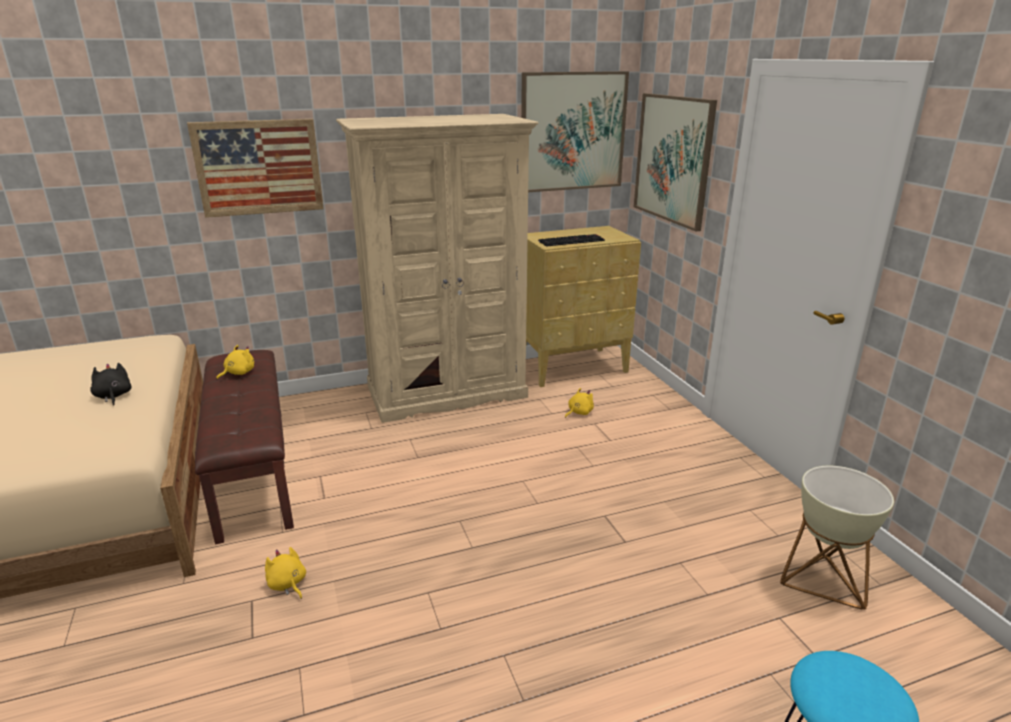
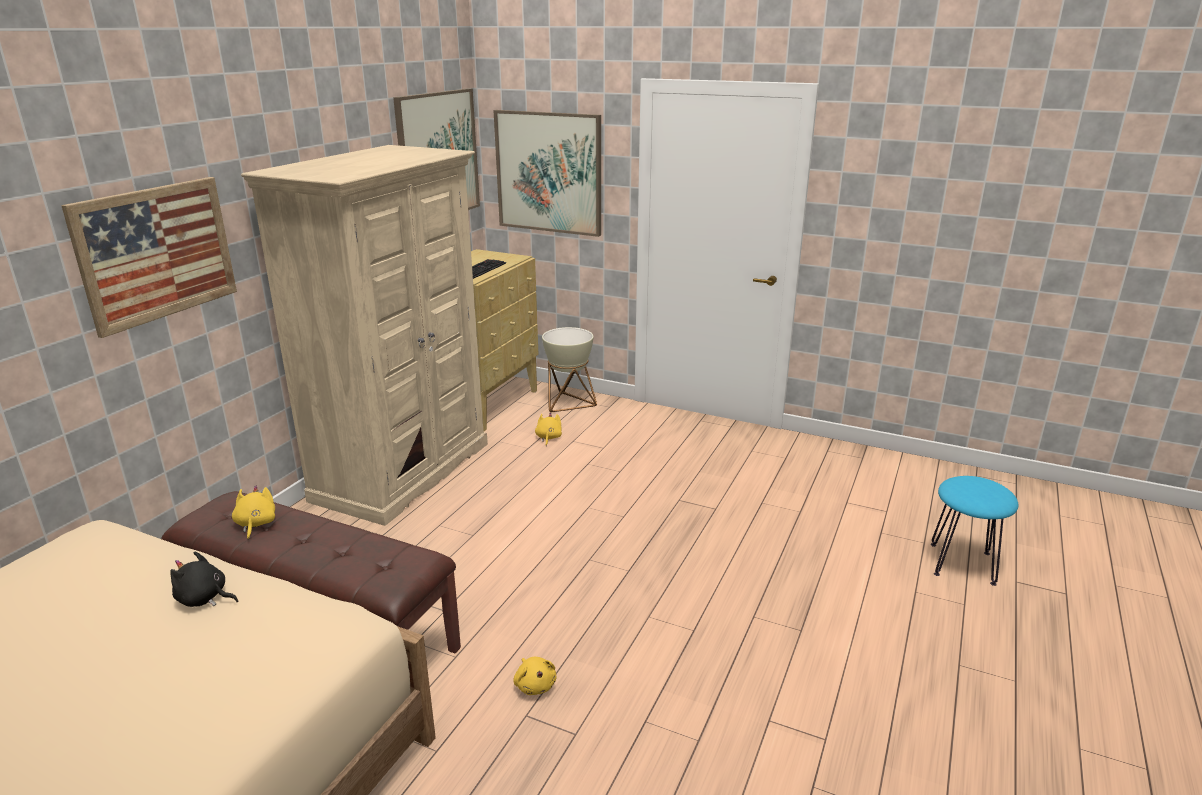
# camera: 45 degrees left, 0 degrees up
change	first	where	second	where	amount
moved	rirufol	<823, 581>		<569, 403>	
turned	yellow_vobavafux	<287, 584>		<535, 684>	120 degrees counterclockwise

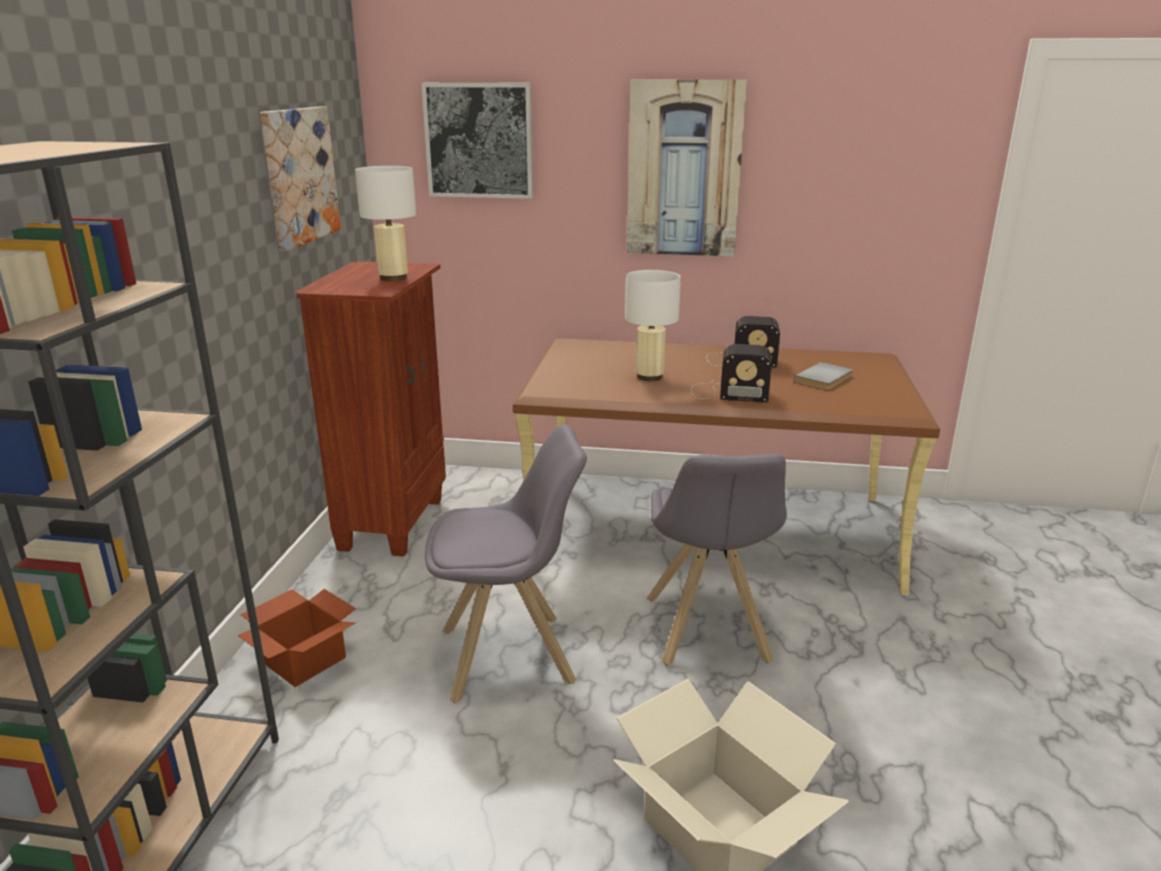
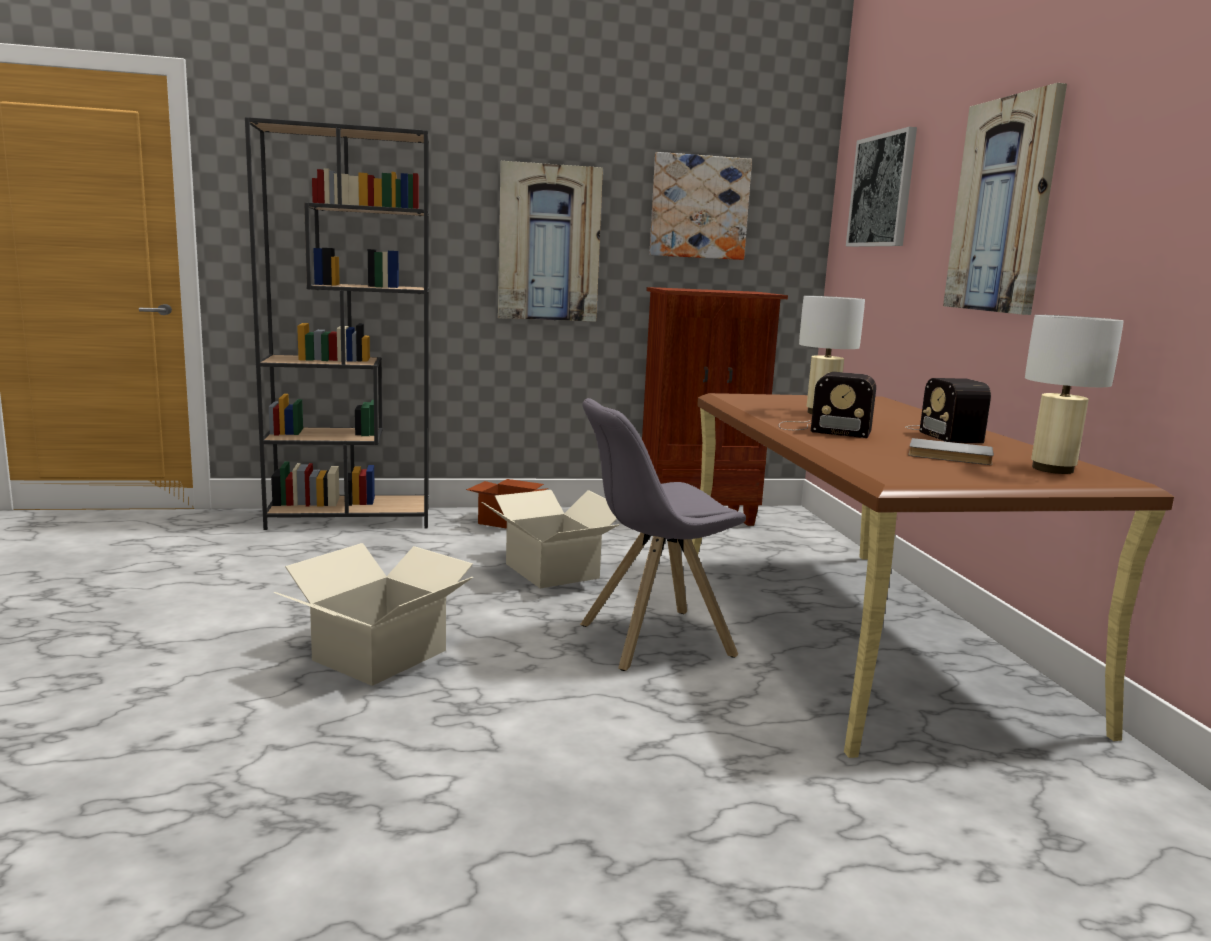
# camera: 70 degrees right, 10 degrees down
change	first	where	second	where	amount
moved	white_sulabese	<393, 278>		<1051, 469>	
turned	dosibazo	<726, 393>		<820, 429>	60 degrees counterclockwise
replaced	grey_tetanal	<508, 656>	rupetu	<551, 571>	
added			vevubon	<549, 243>	

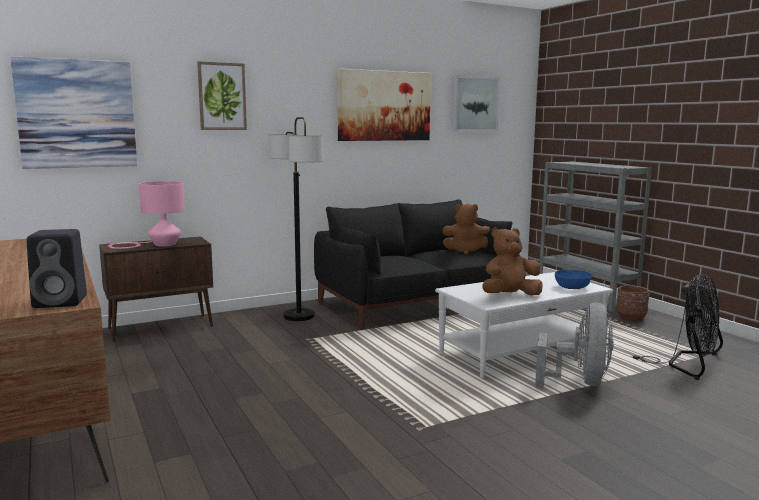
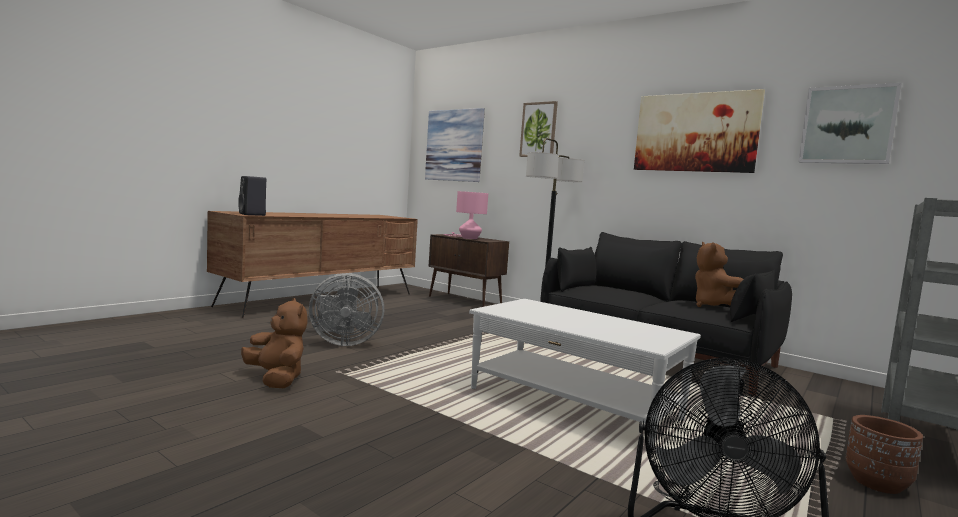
# camera: 65 degrees right, 5 degrees down
change	first	where	second	where	amount
moved	brown_vobavafux	<509, 296>		<276, 379>	
removed	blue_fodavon	<572, 287>			
moved	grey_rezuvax	<580, 382>		<343, 342>	

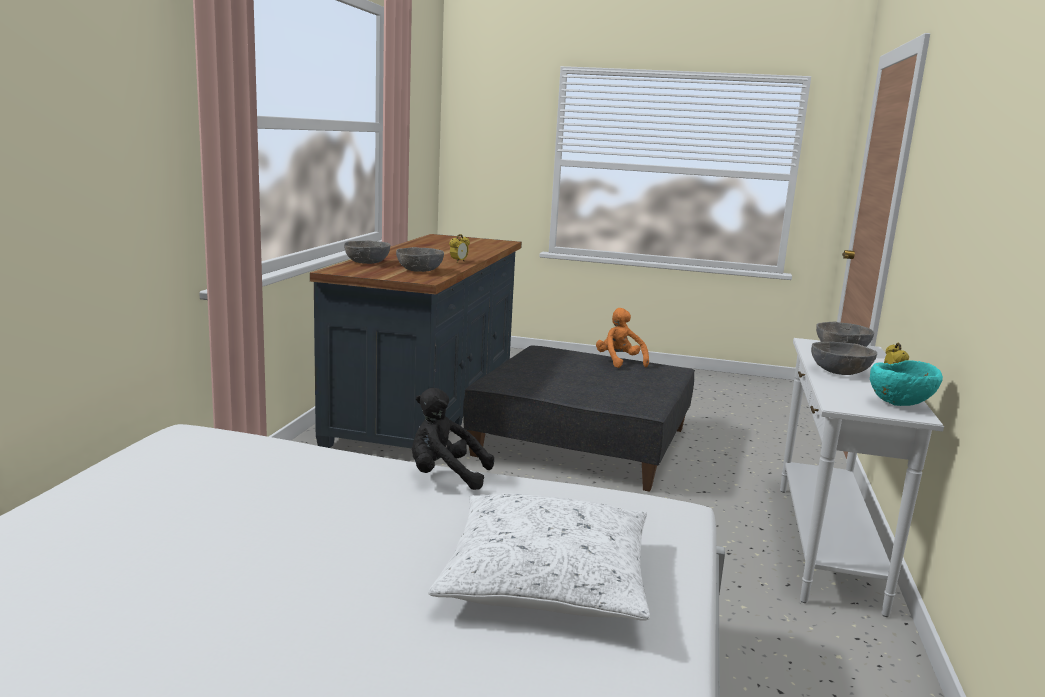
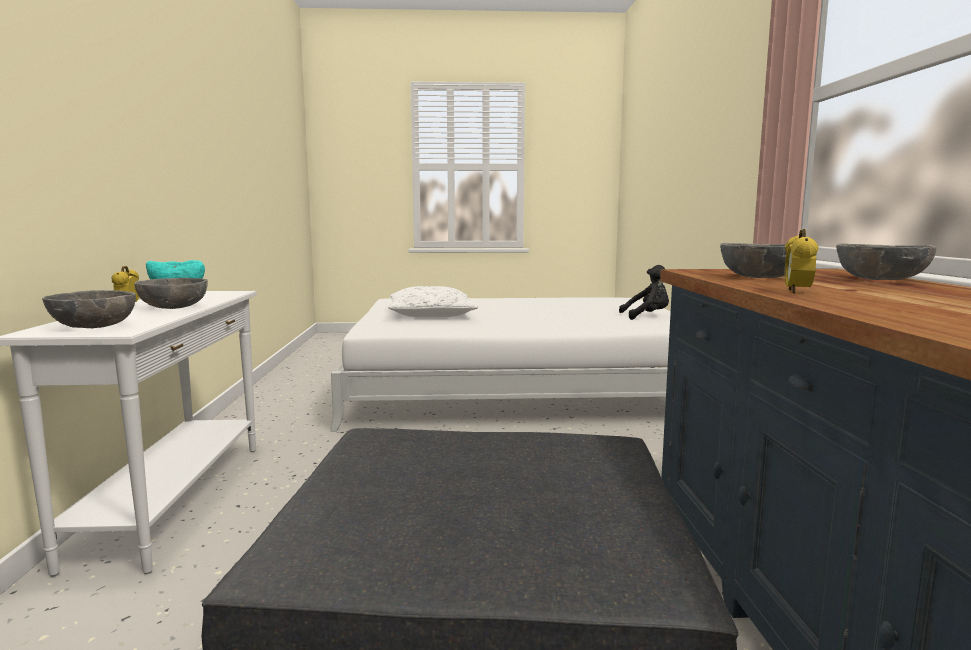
# camera: 165 degrees right, 5 degrees down
change	first	where	second	where	amount
removed	orange_vobavafux	<619, 362>			
moved	black_vobavafux	<445, 476>		<647, 316>	

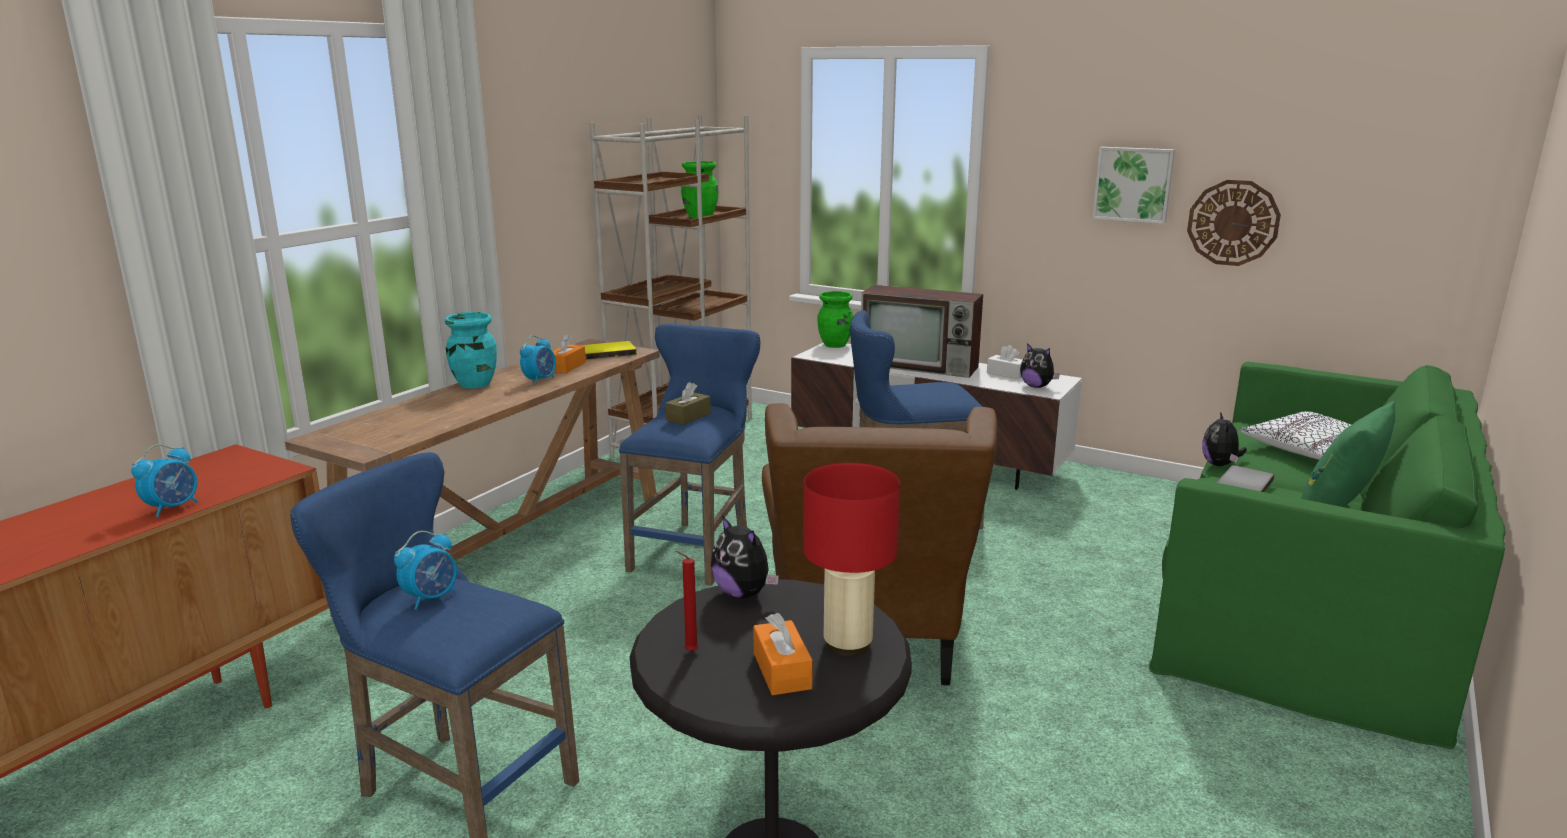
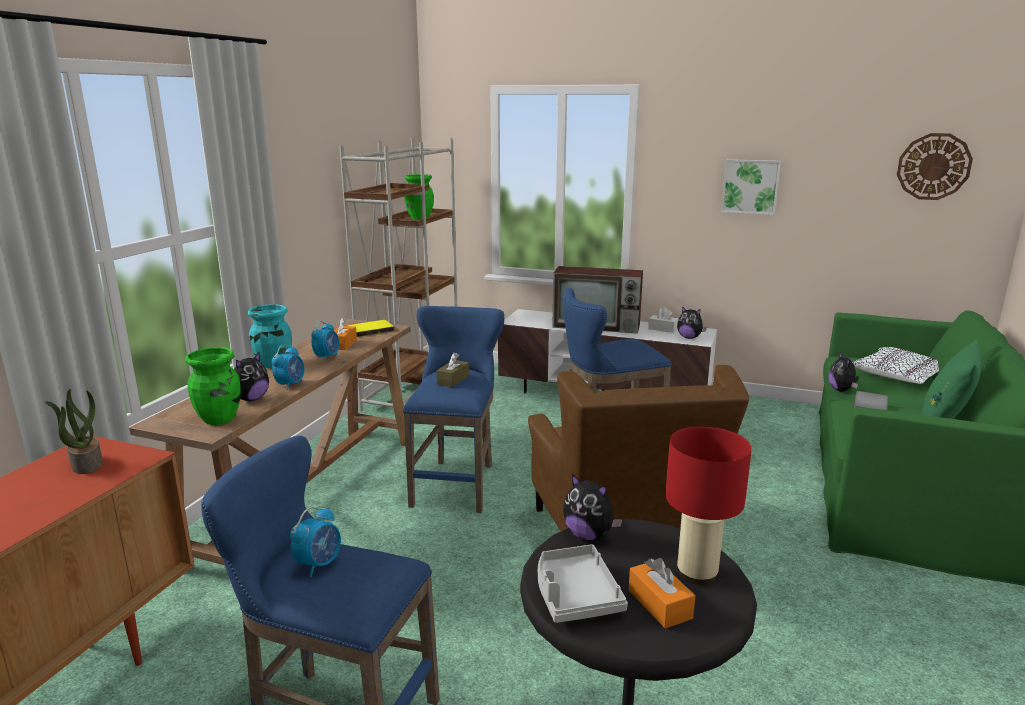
# camera: 10 degrees left, 0 degrees up
change	first	where	second	where	amount
moved	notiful	<1233, 222>		<933, 166>	
moved	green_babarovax	<835, 345>		<220, 419>	
moved	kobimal	<173, 508>		<290, 384>	
replaced	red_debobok	<689, 652>	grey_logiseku	<575, 595>	
added			vobavafux	<251, 399>	
added			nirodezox	<86, 464>	

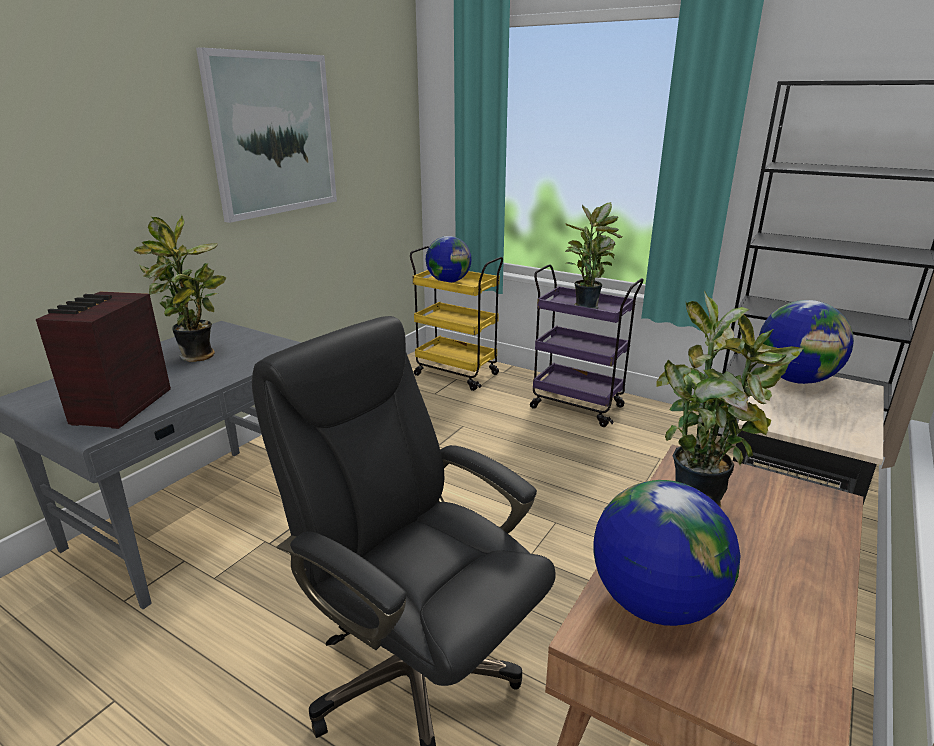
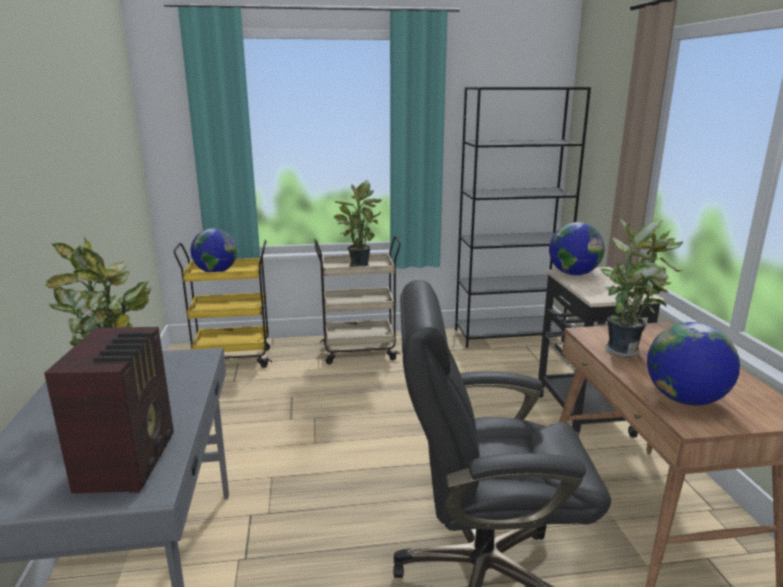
# camera: 40 degrees left, 5 degrees down
change	first	where	second	where	amount
removed	vevubon	<273, 135>			
recoloured	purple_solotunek	<577, 407>	beige_solotunek	<360, 352>	
turned	dosibazo	<119, 408>		<130, 460>	150 degrees counterclockwise

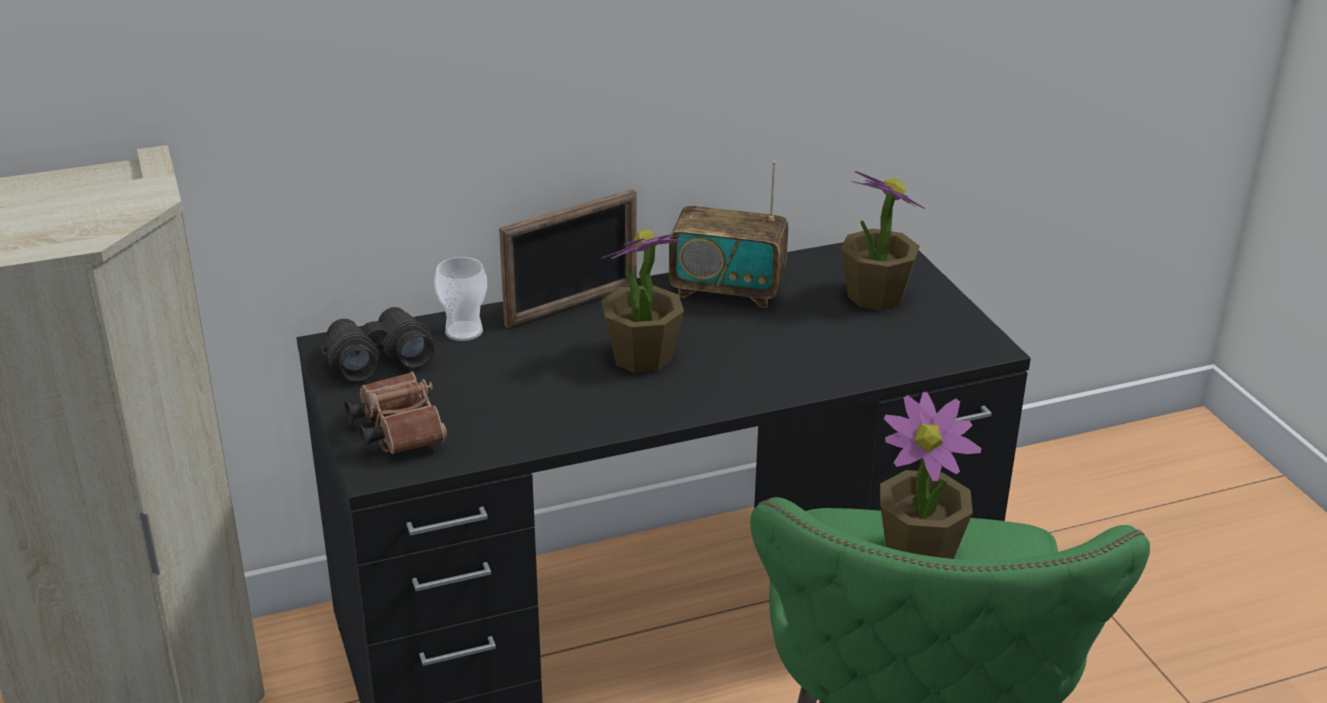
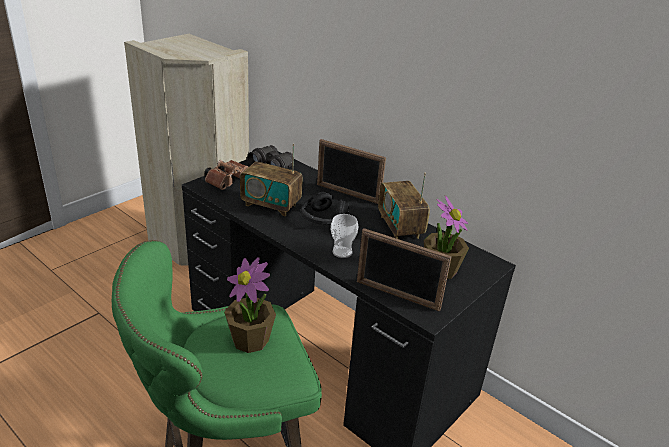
# camera: 60 degrees right, 0 degrees up
change	first	where	second	where	amount
replaced	nirodezox	<641, 357>	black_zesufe	<323, 219>	
moved	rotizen	<464, 331>		<342, 252>	
added			dosibazo	<271, 205>	
added			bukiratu	<397, 295>	

